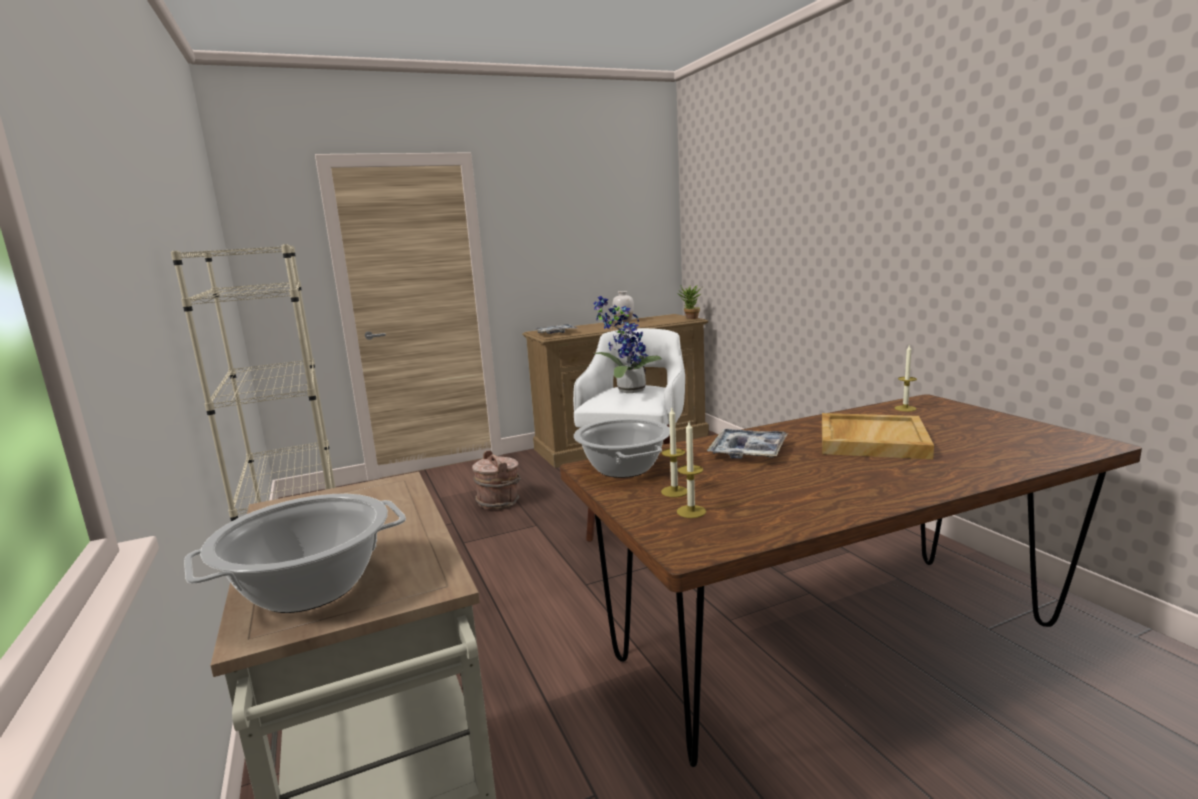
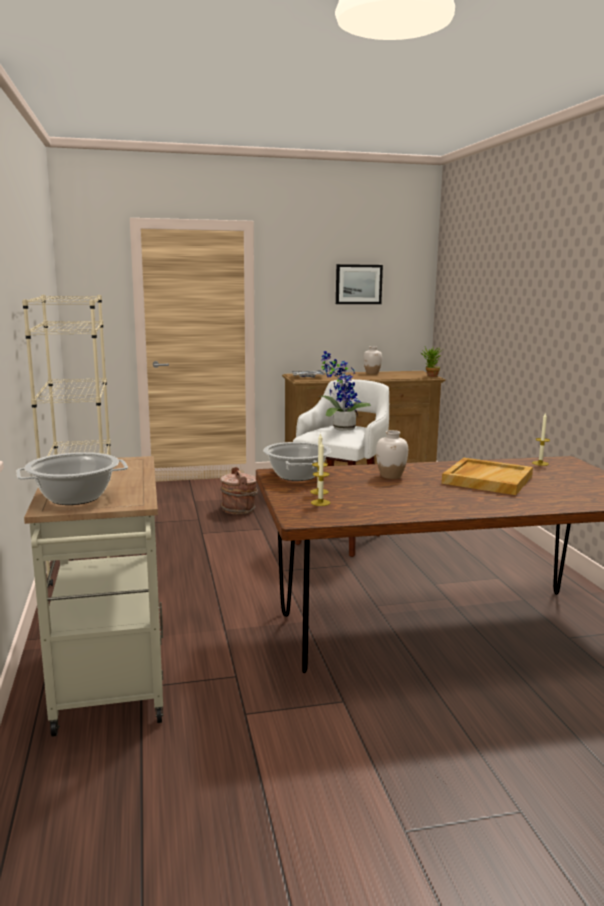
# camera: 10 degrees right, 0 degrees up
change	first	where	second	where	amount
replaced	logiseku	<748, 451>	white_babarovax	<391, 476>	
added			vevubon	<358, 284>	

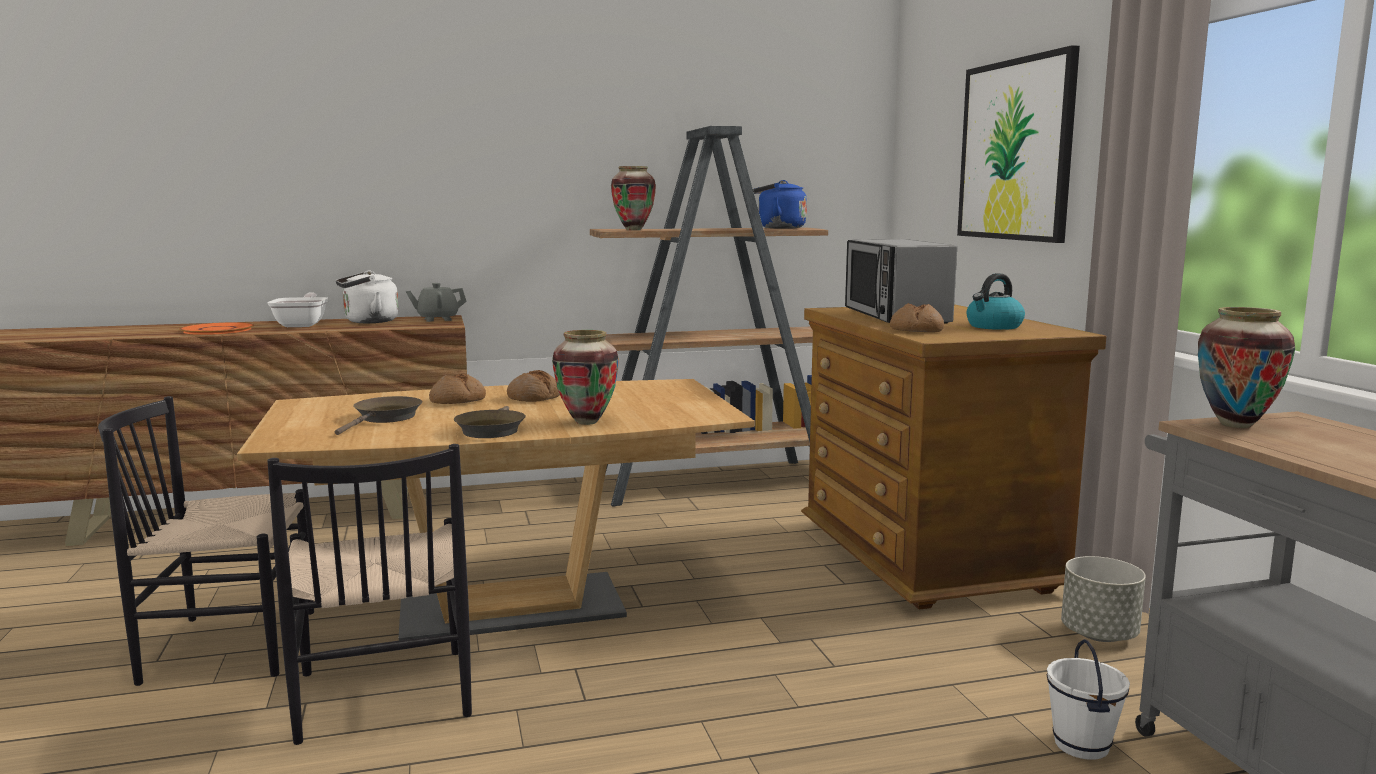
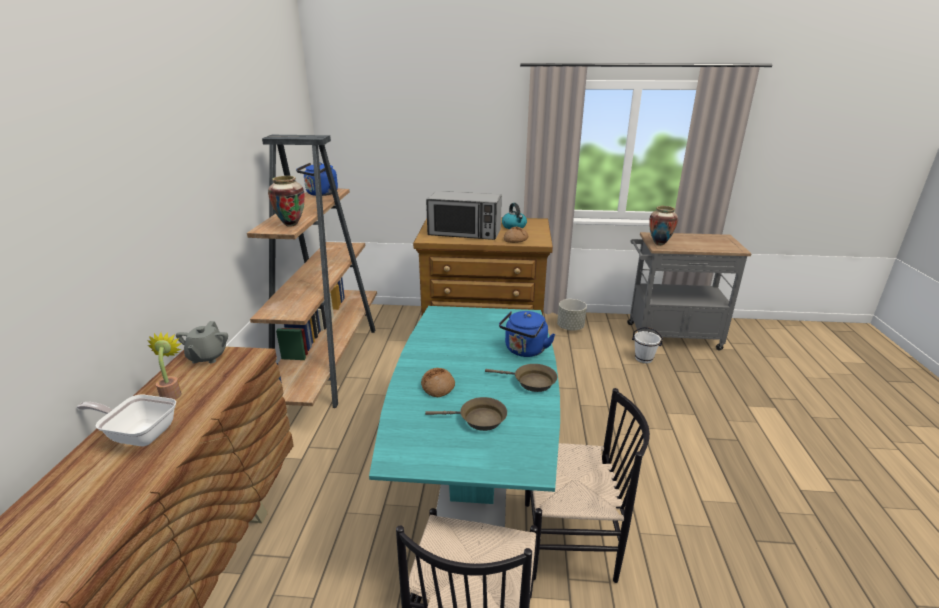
# camera: 70 degrees left, 15 degrees up
change	first	where	second	where	amount
removed	vevubon	<1015, 150>			
replaced	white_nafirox	<368, 322>	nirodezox	<172, 393>	
removed	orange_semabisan	<217, 330>			
replaced	babarovax	<587, 422>	blue_nafirox	<524, 351>	
removed	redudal	<534, 397>			
recoloured	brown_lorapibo	<511, 608>	turquoise_lorapibo	<474, 475>	
turned	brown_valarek	<385, 418>		<478, 419>	150 degrees clockwise

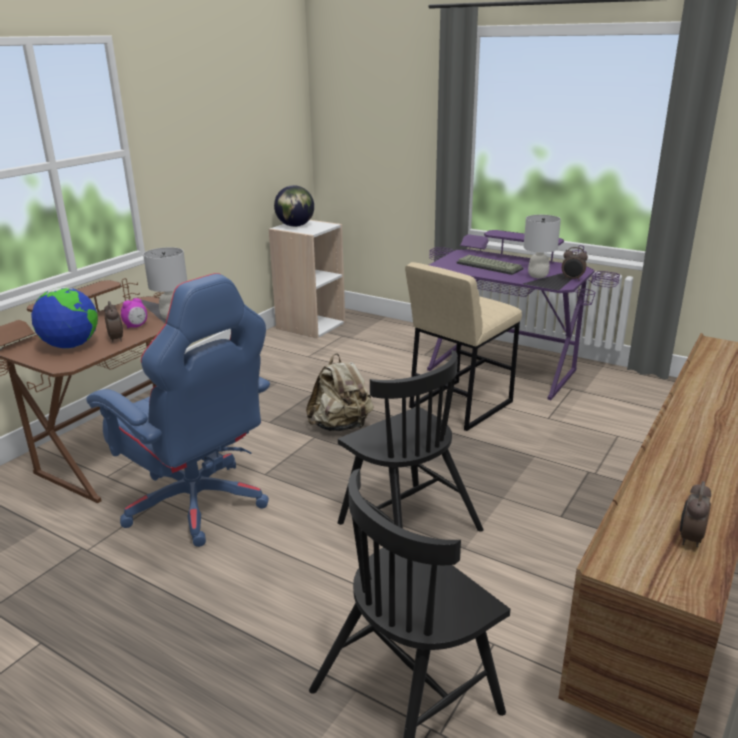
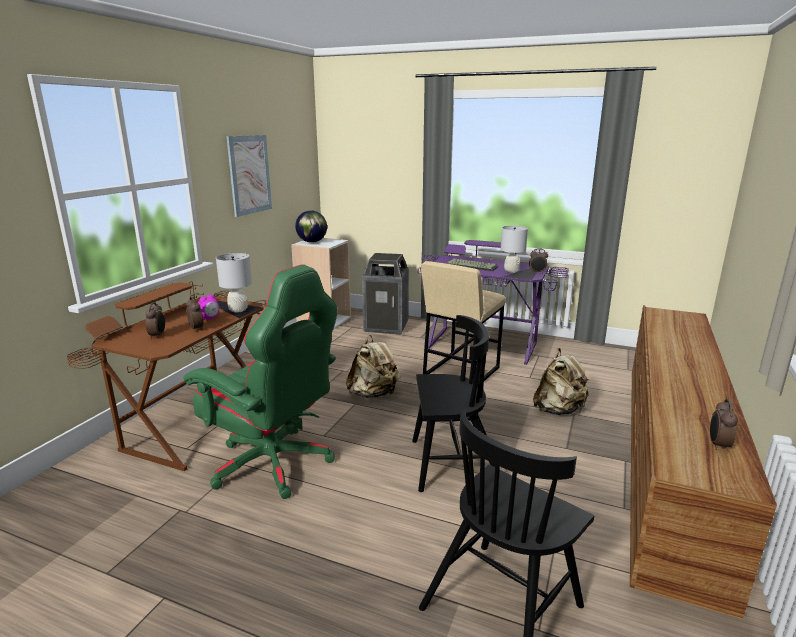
# camera: 10 degrees left, 5 degrees down
change	first	where	second	where	amount
recoloured	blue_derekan	<195, 502>	green_derekan	<271, 463>	
replaced	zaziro	<71, 346>	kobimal	<158, 336>	
turned	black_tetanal	<404, 522>		<449, 463>	45 degrees counterclockwise
added			vevubon	<249, 174>	
added			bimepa	<386, 326>	
added			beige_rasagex	<558, 410>	

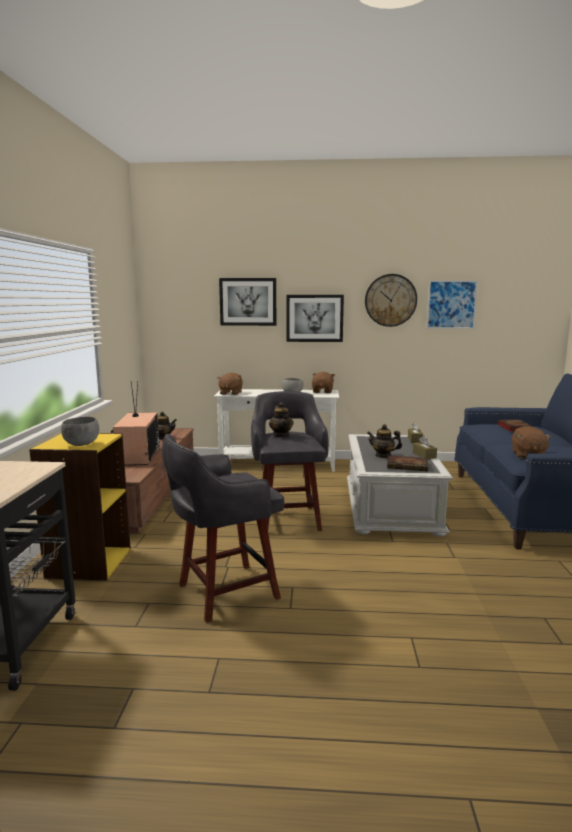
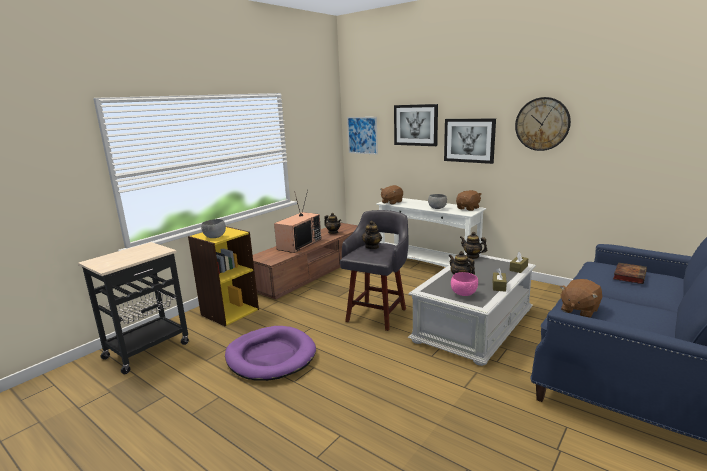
# camera: 35 degrees right, 5 degrees up
change	first	where	second	where	amount
moved	vevubon	<451, 304>		<362, 135>	
replaced	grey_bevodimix	<223, 593>	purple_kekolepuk	<270, 356>	
replaced	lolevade	<408, 466>	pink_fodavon	<464, 294>	
added			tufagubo	<472, 256>	

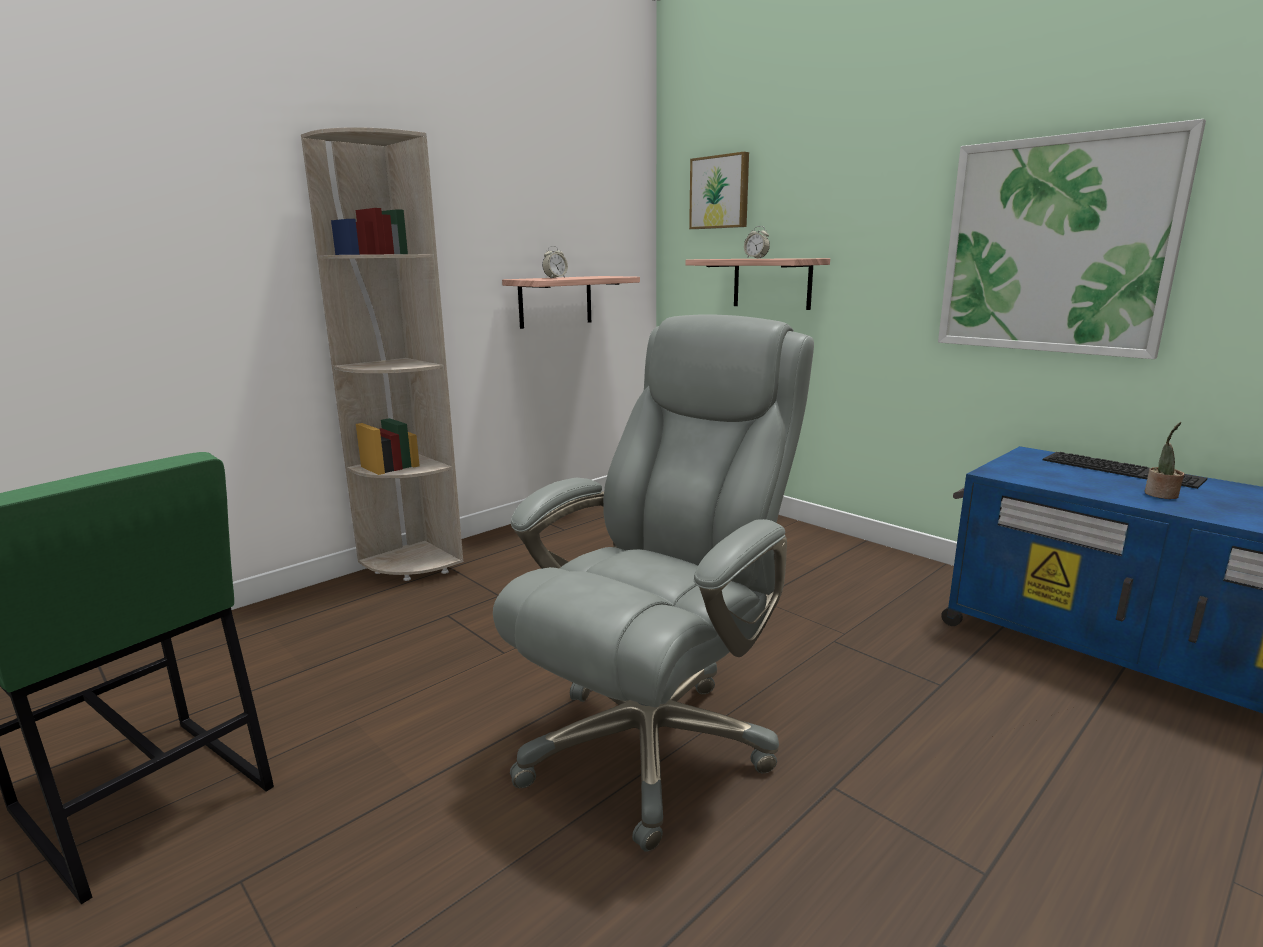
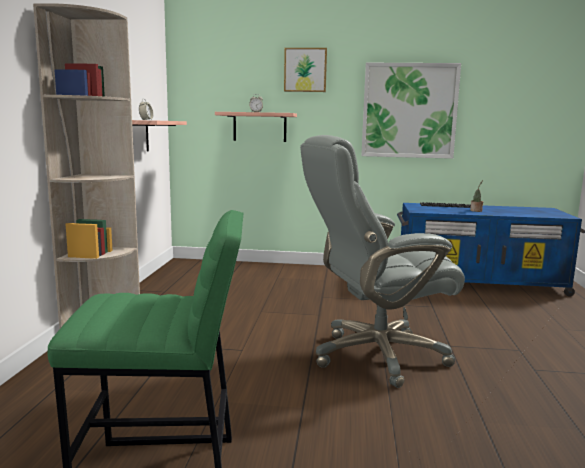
# camera: 40 degrees left, 5 degrees down
change	first	where	second	where	amount
moved	vevubon	<720, 192>		<305, 70>	
turned	grey_derekan	<656, 745>		<374, 356>	105 degrees counterclockwise

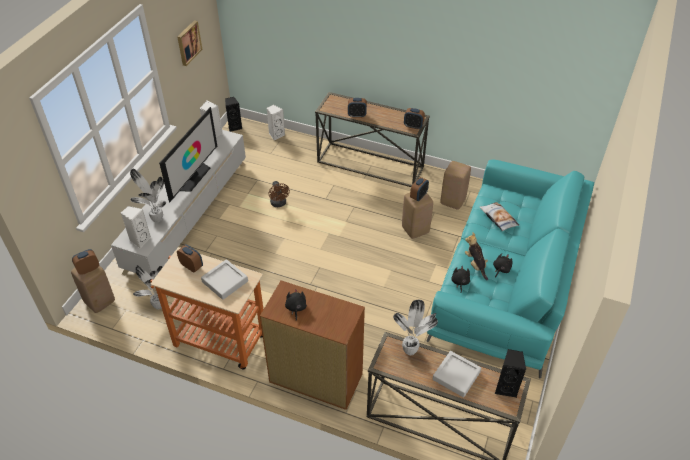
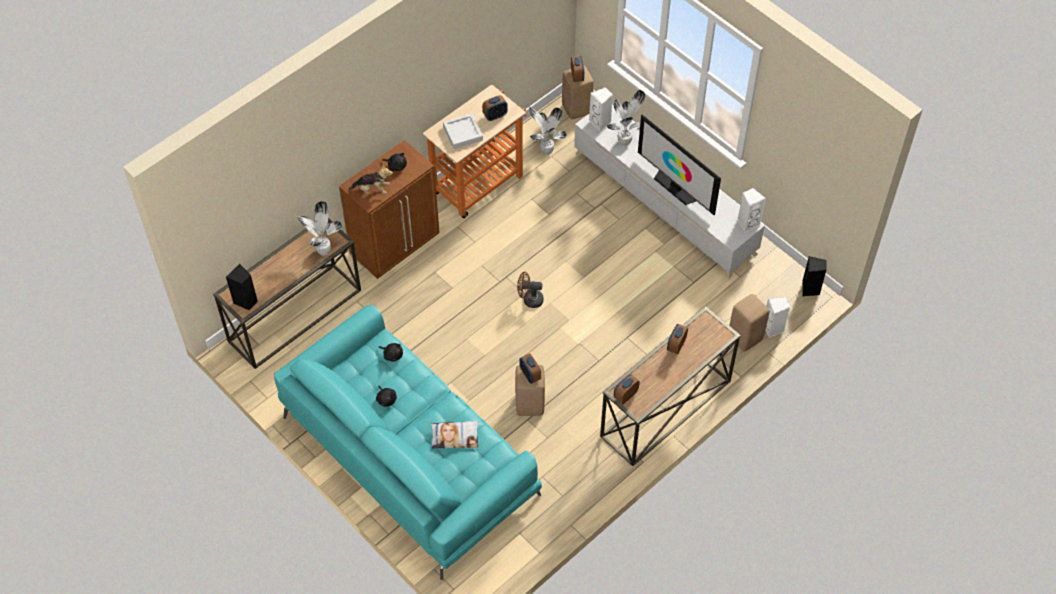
# camera: 115 degrees right, 10 degrees up
change	first	where	second	where	amount
removed	vevubon	<188, 42>			
moved	beige_bevodimix	<453, 201>		<745, 338>	
moved	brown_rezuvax	<279, 204>		<529, 299>	
moved	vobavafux	<475, 264>		<372, 189>	
removed	grey_logiseku	<456, 376>			

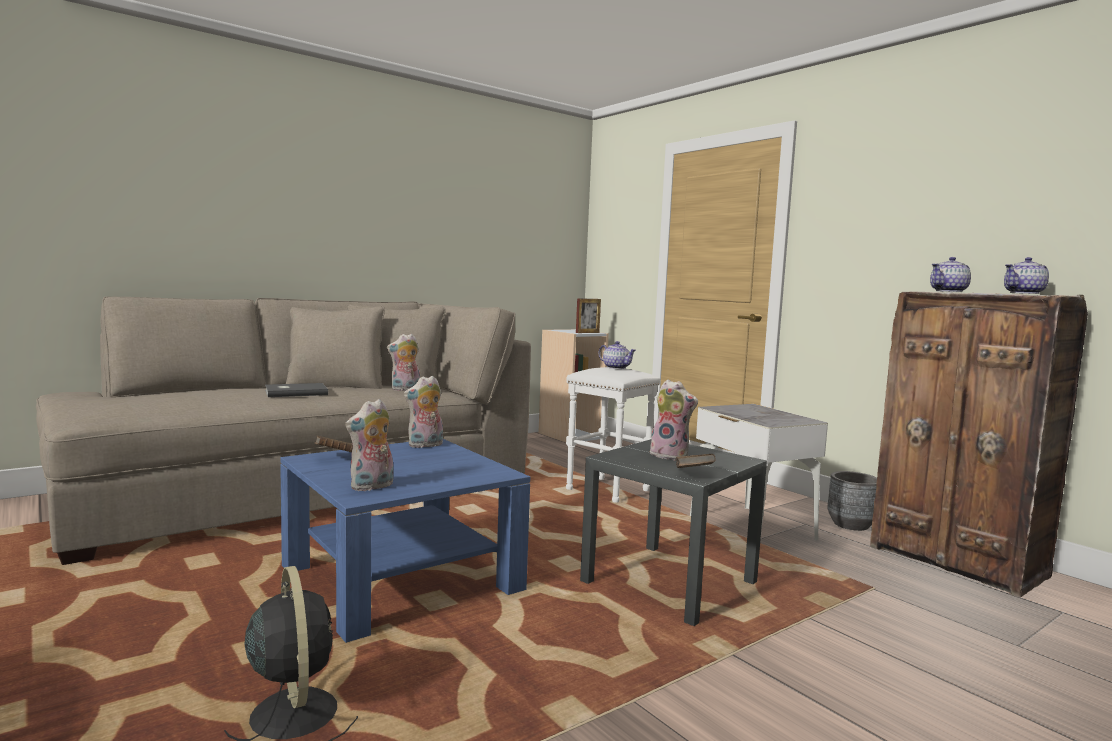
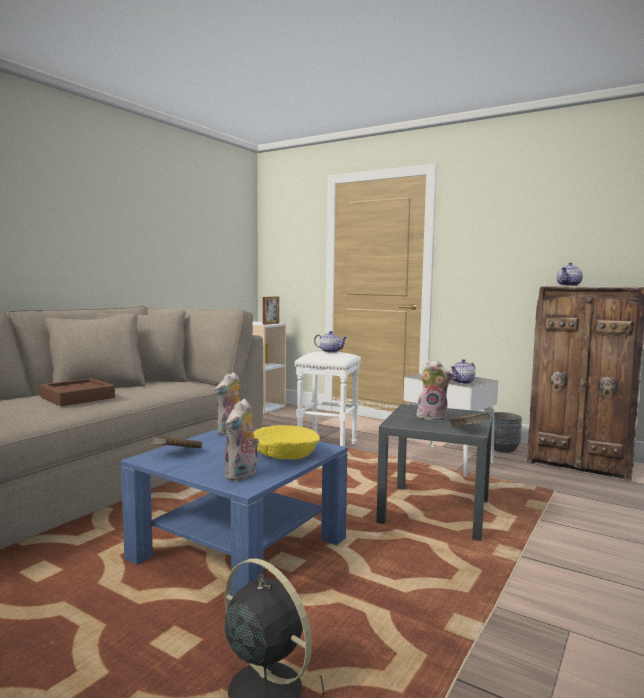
# camera: 20 degrees left, 0 degrees up
change	first	where	second	where	amount
moved	tufagubo	<1025, 293>		<462, 382>	
removed	vobavafux	<405, 390>			
replaced	grey_lolevade	<295, 392>	brown_logiseku	<77, 397>	
added			yellow_fodavon	<284, 454>	

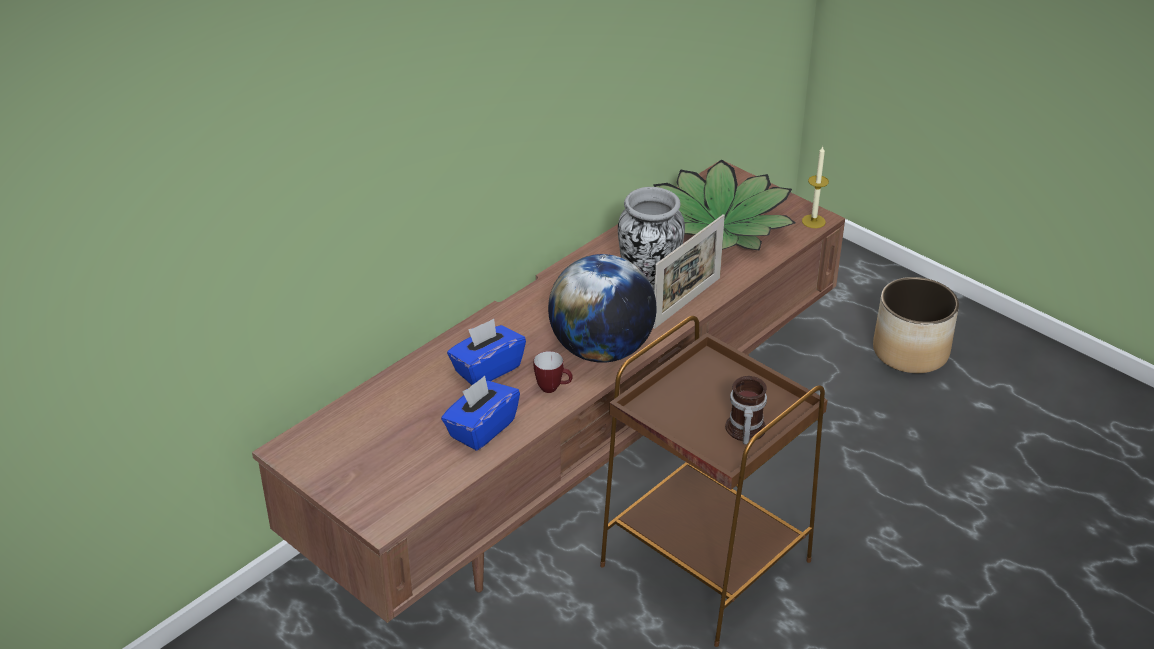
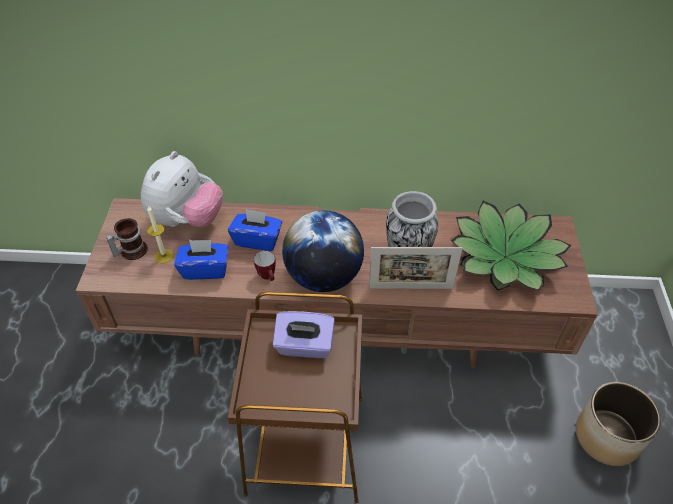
# camera: 50 degrees right, 10 degrees up
change	first	where	second	where	amount
moved	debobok	<813, 221>		<164, 256>	
moved	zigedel	<743, 431>		<131, 250>	
added			vobavafux	<187, 220>	
added			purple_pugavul	<304, 346>	

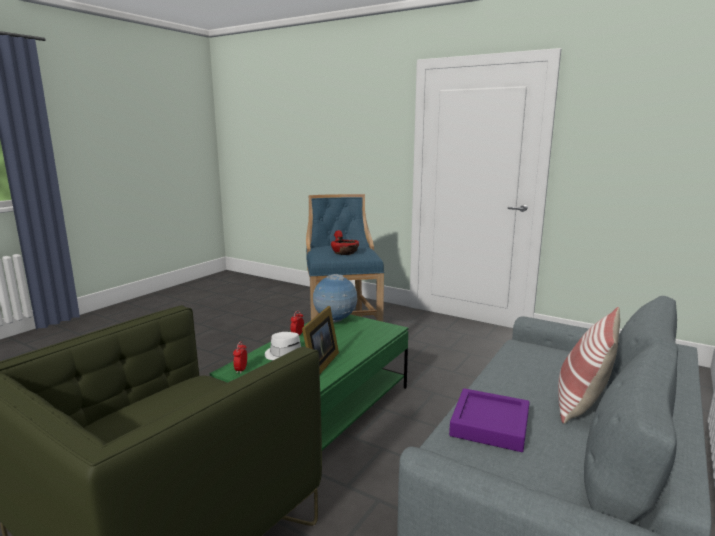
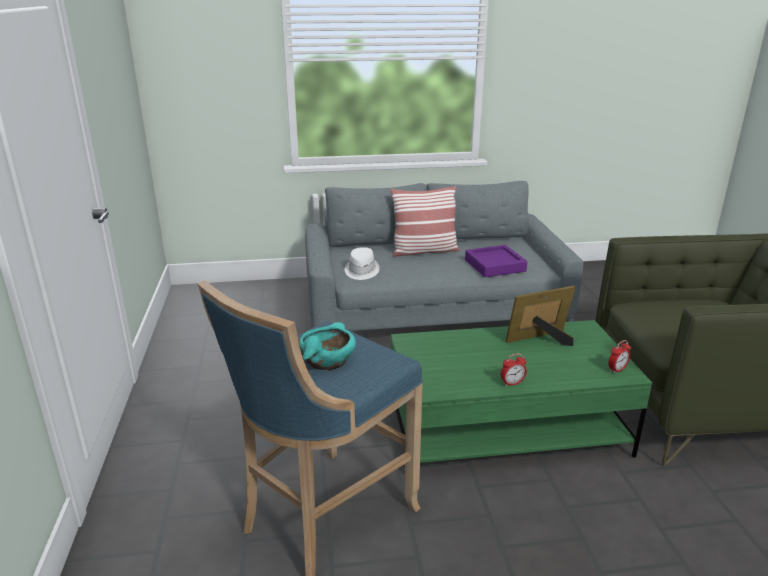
# camera: 130 degrees left, 10 degrees up
change	first	where	second	where	amount
recoloured	red_fodavon	<344, 253>	turquoise_fodavon	<326, 360>	
removed	zaziro	<335, 321>			
moved	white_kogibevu	<284, 354>		<361, 271>	

